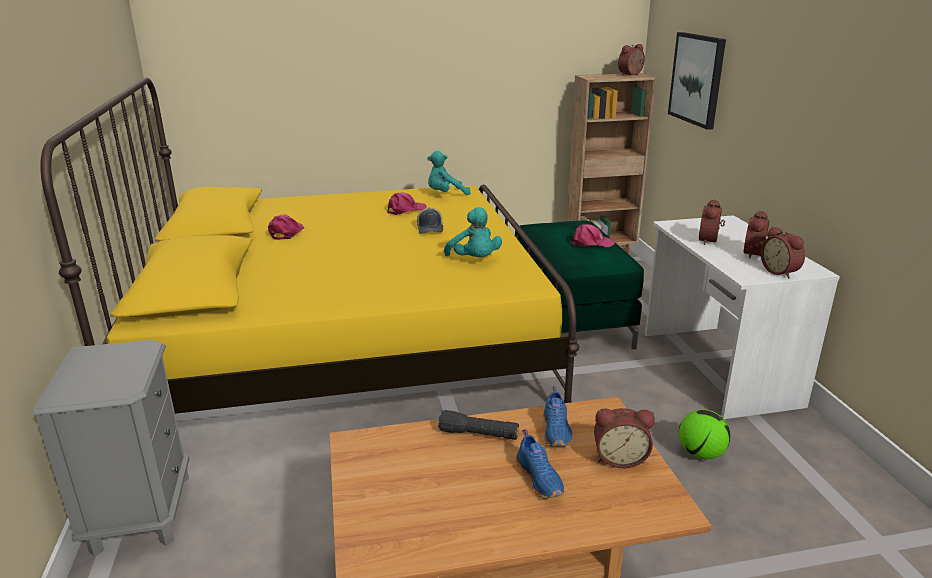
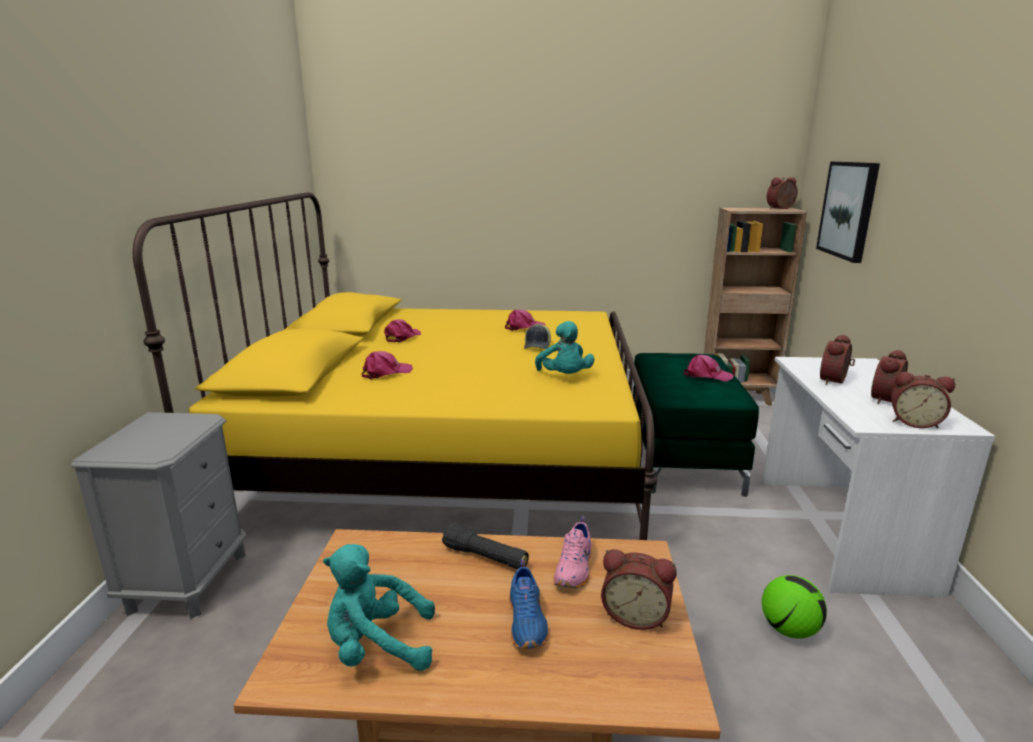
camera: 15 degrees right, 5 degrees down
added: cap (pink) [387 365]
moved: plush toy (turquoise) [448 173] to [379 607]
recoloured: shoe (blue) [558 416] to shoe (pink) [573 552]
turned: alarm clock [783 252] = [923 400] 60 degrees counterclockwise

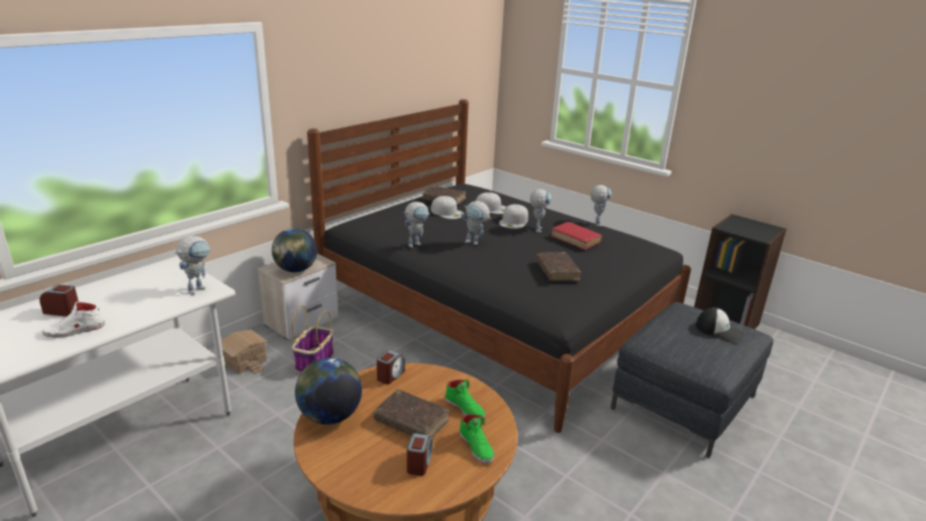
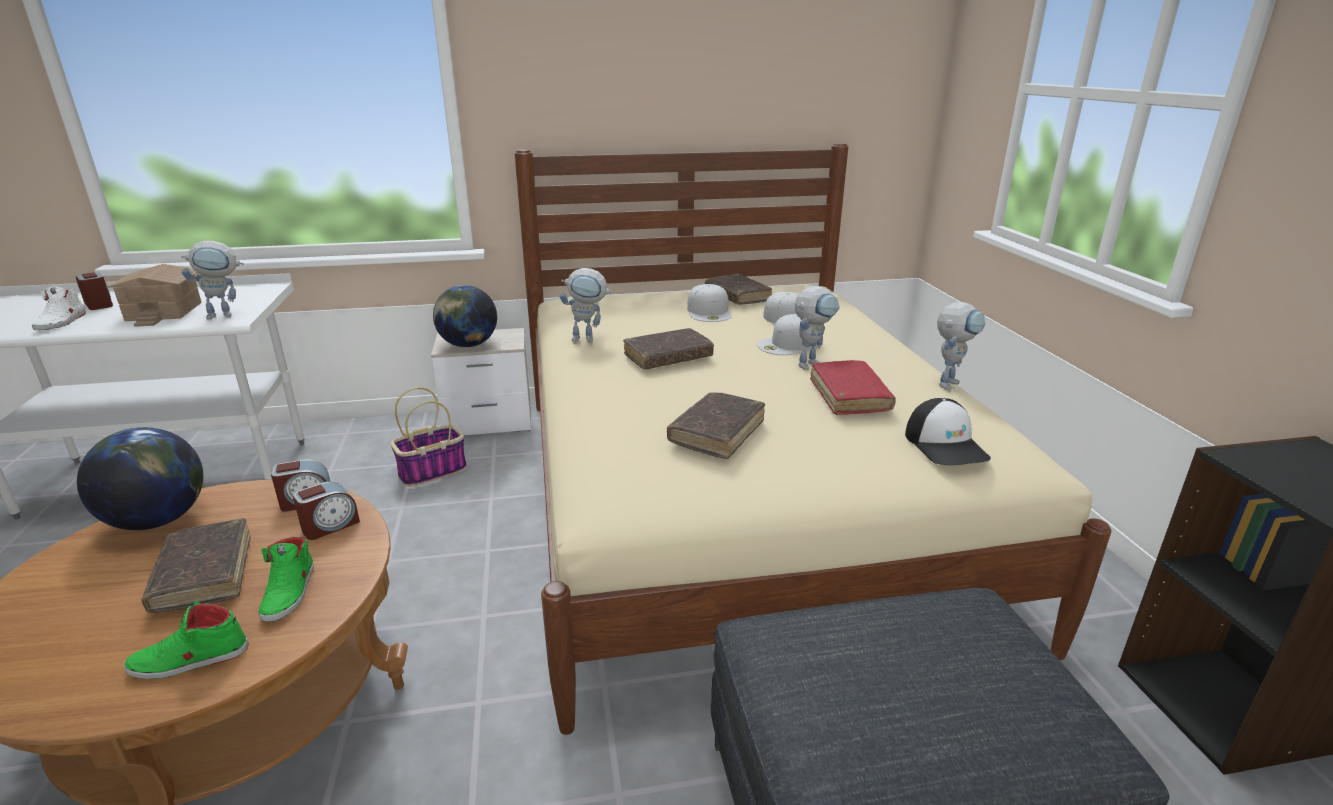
camera: 40 degrees right, 0 degrees up
moved: toy house [244 351] to [154 295]; alarm clock [420 454] to [326 511]; cap [720 325] to [948 431]
replaced: toy robot [476 223] to book (brown) [668 348]
recoloured: bed (black) [499 266] to bed (beige) [813 439]
turned: shoe (white) [73 319] = [59 308] 105 degrees counterclockwise; shoe (green) [476 438] = [186 640] 60 degrees clockwise

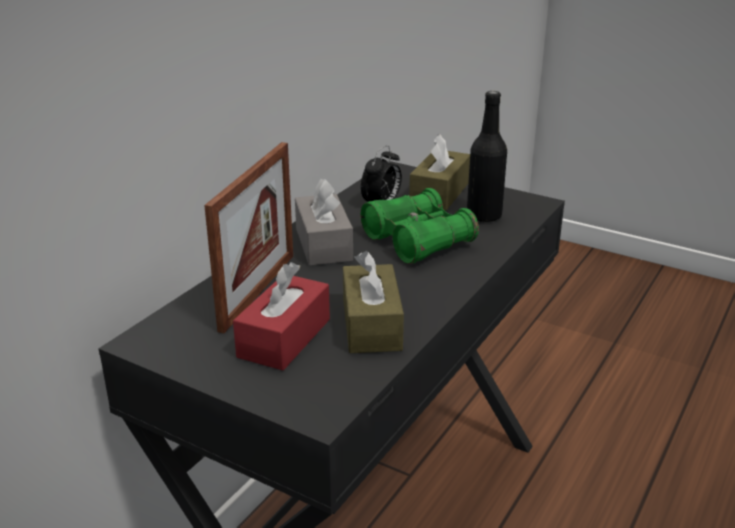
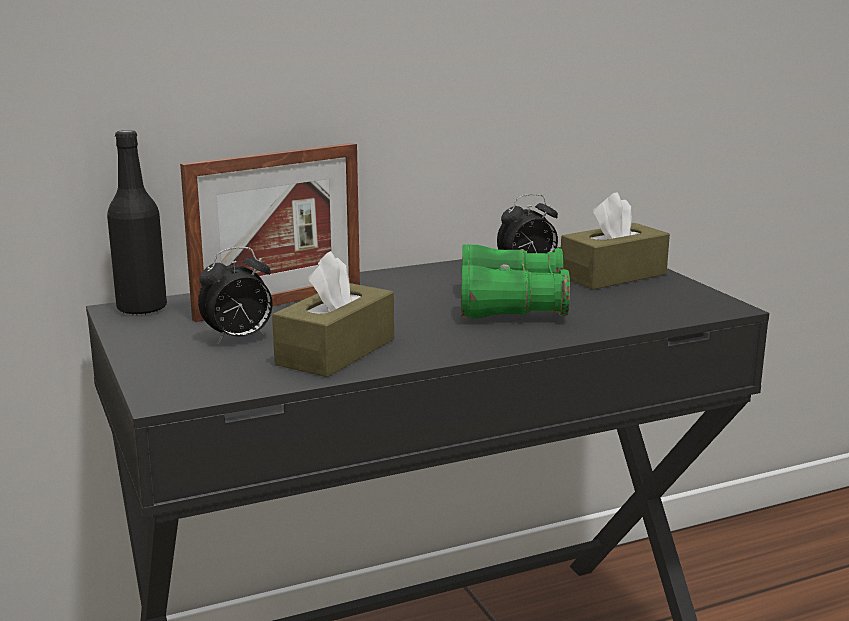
camera: 35 degrees right, 10 degrees down
removed: tissue box (grey) [324 222]
moved: bottle (black) [487 157] to [137 223]
replaced: tissue box (red) [281 316] to alarm clock [235 295]

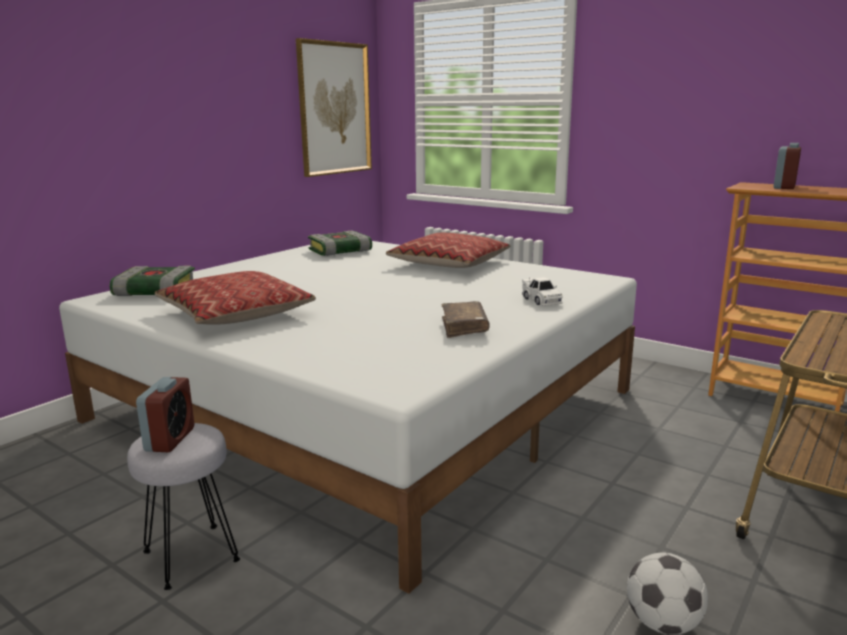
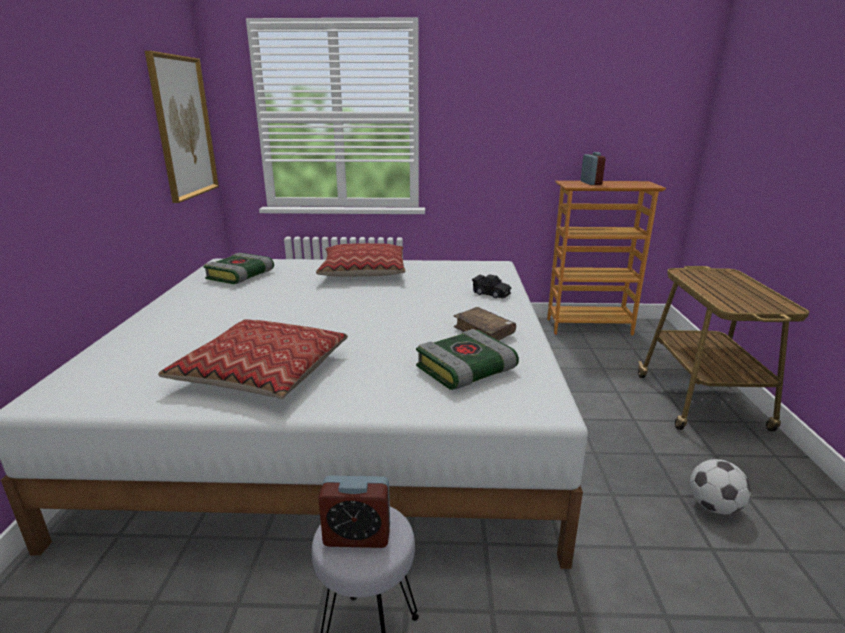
camera: 35 degrees left, 5 degrees up
moved: book [152 281] to [467 359]
recoloured: toy car (white) [542 291] to toy car (black) [491 286]
turned: alarm clock [165 414] = [354 511] 120 degrees clockwise

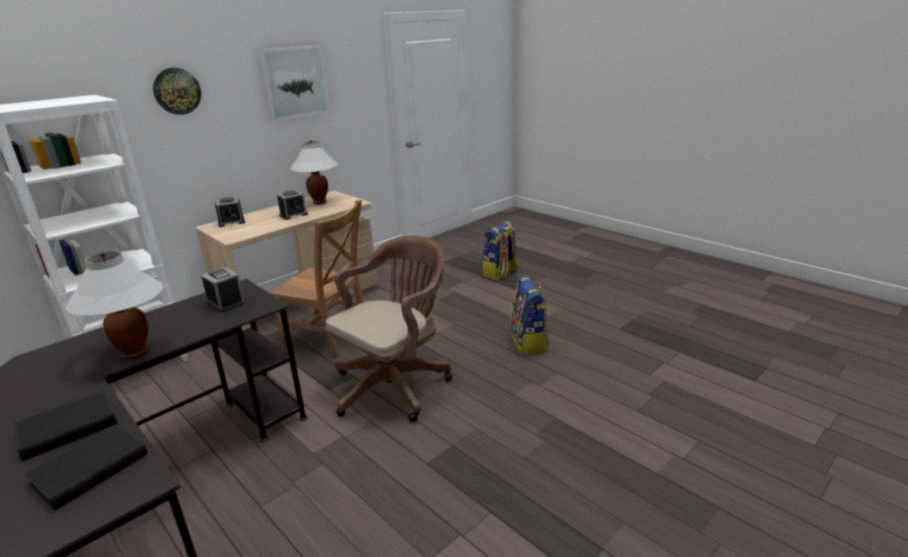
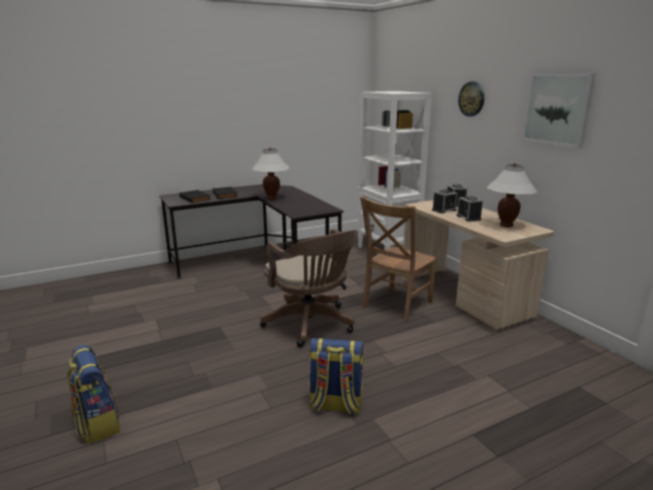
camera: 105 degrees right, 5 degrees down
moved: alarm clock [223 289] to [444 201]; backpack [500 250] to [93 394]

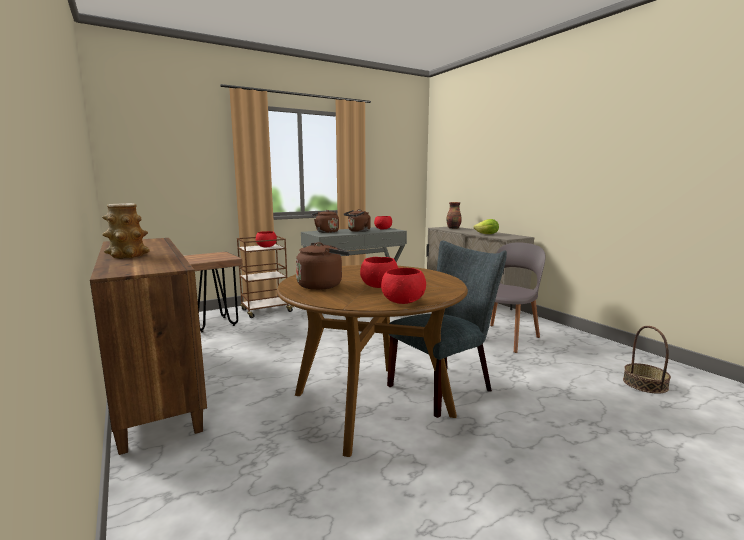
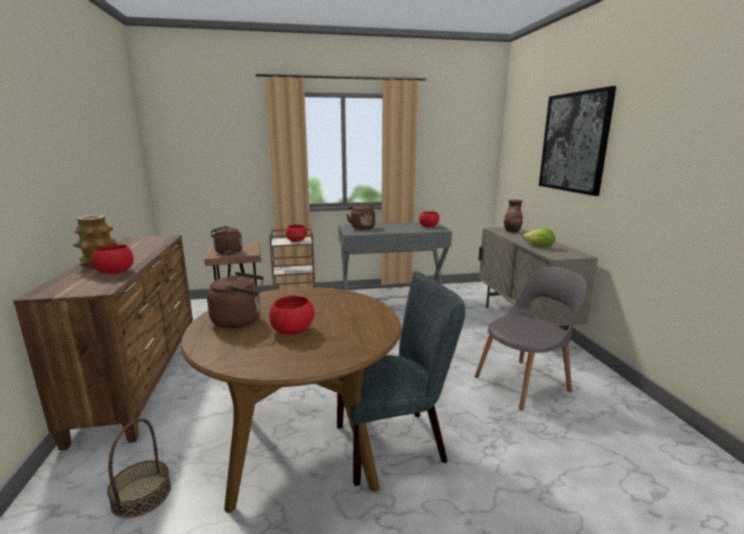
camera: 20 degrees right, 5 degrees up
added: picture [577 141]
moved: kettle (brown) [357 220] to [226 240]; bowl (red) [403 286] to [113 259]; basket [647 360] to [139 468]

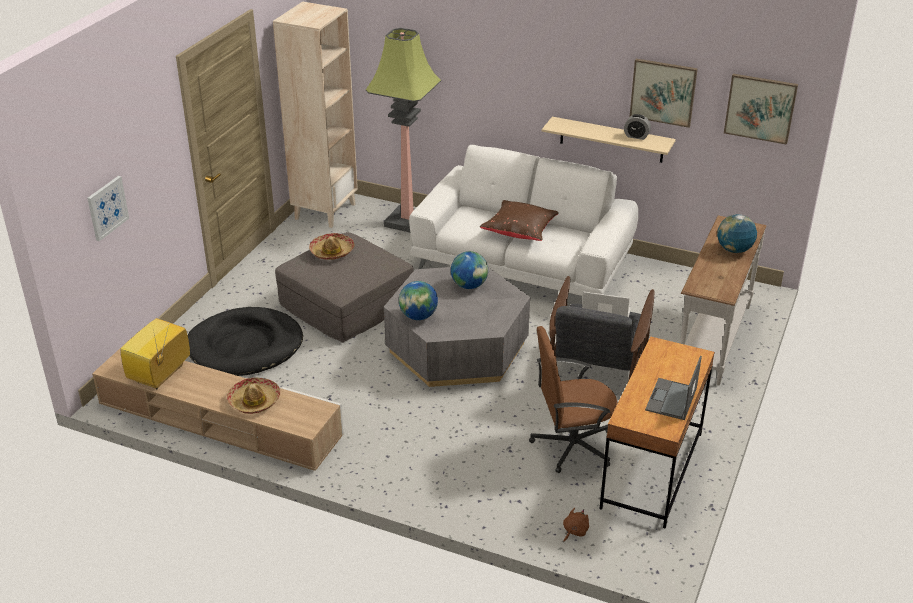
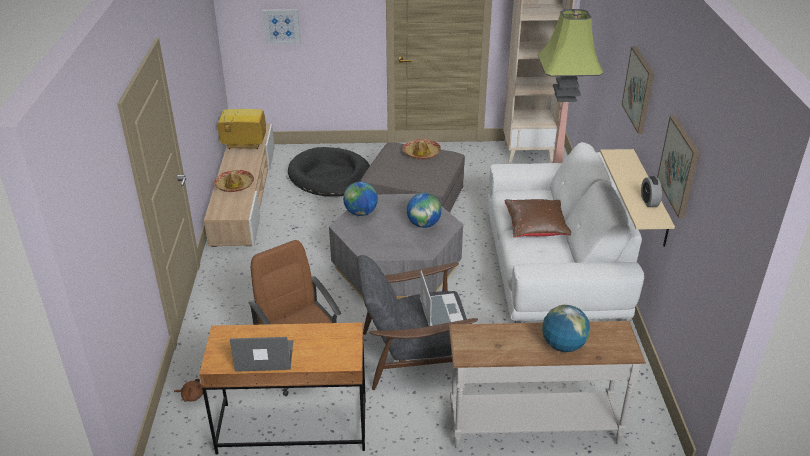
camera: 65 degrees right, 0 degrees up
moved: picture [761 109] to [638 90]

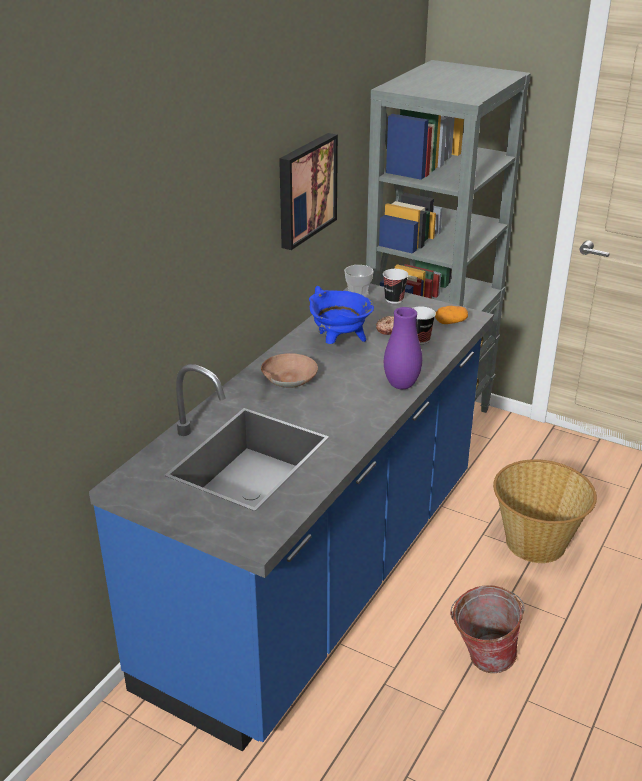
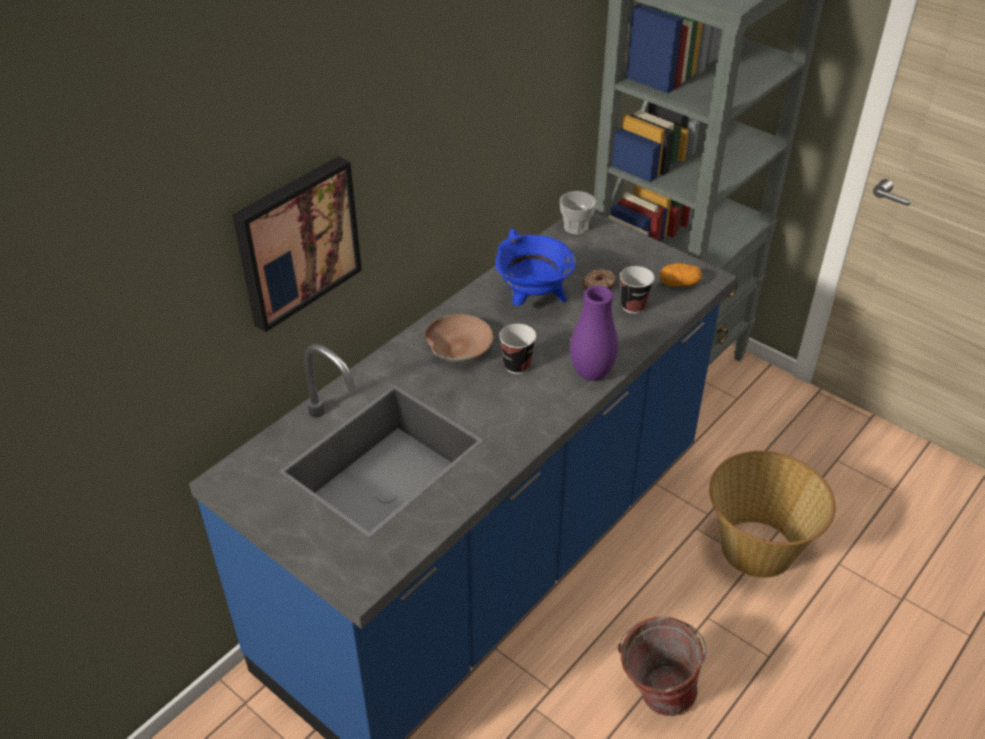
camera: 10 degrees right, 10 degrees up
moved: picture [308 191] to [297 244]; cup [395 286] to [517 349]

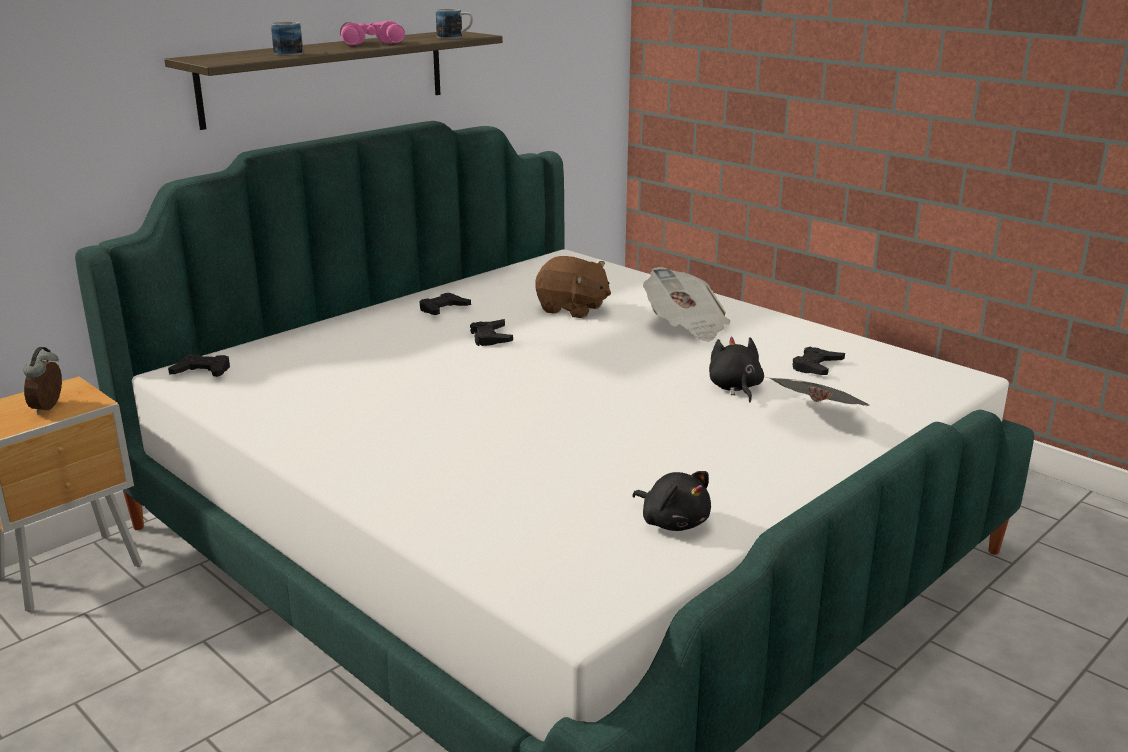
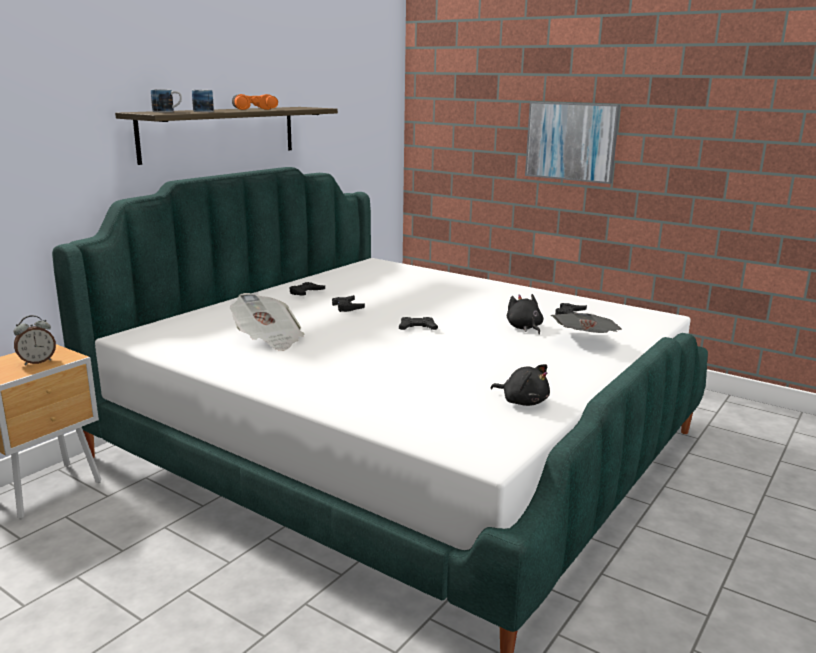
camera: 10 degrees left, 5 degrees down
removed: plush toy (brown) [573 287]
added: picture [572 143]
moved: game controller (black) [199 365] to [418 323]; mug [454 24] to [166 100]; newspaper [687 304] to [267 322]
recoloured: binoculars (pink) [372 33] to binoculars (orange) [255 102]
turned: alarm clock [42 380] = [35 340] 120 degrees counterclockwise

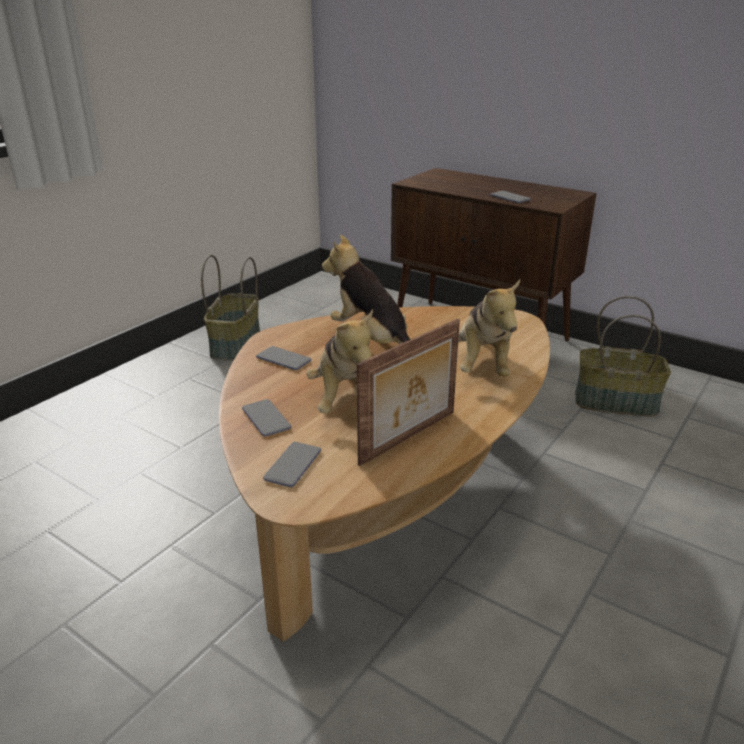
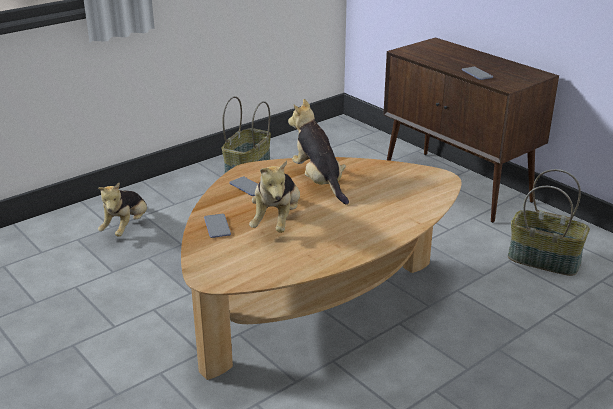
camera: 15 degrees right, 0 degrees up
removed: phone [292 464]; picture frame [408 392]
moved: plush toy [489 328] to [122 210]

